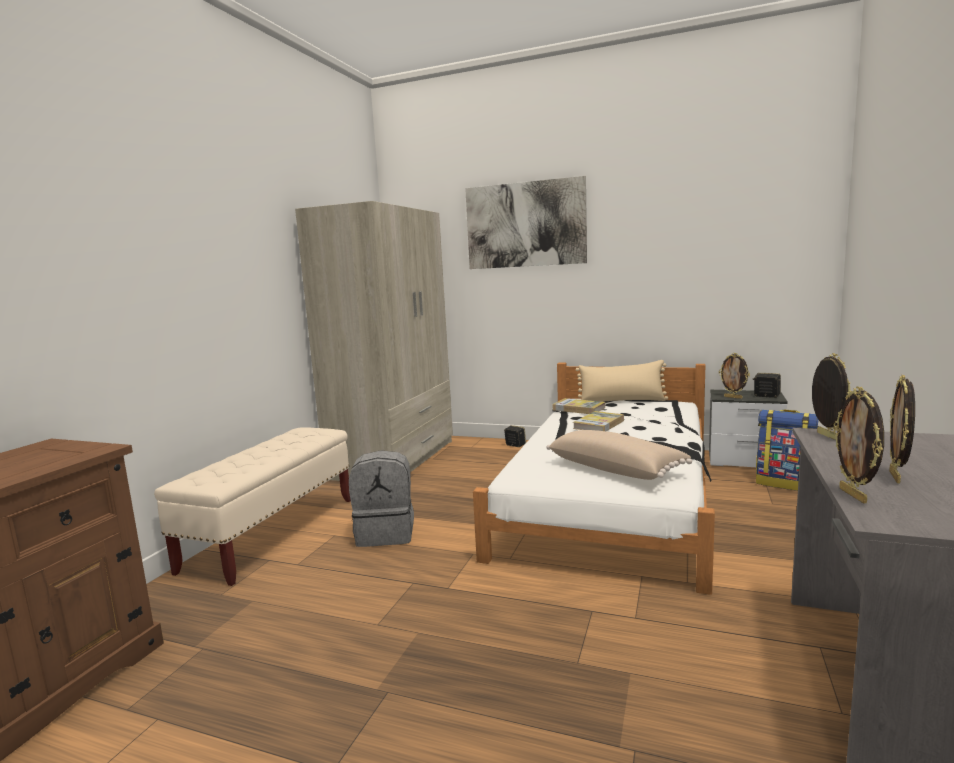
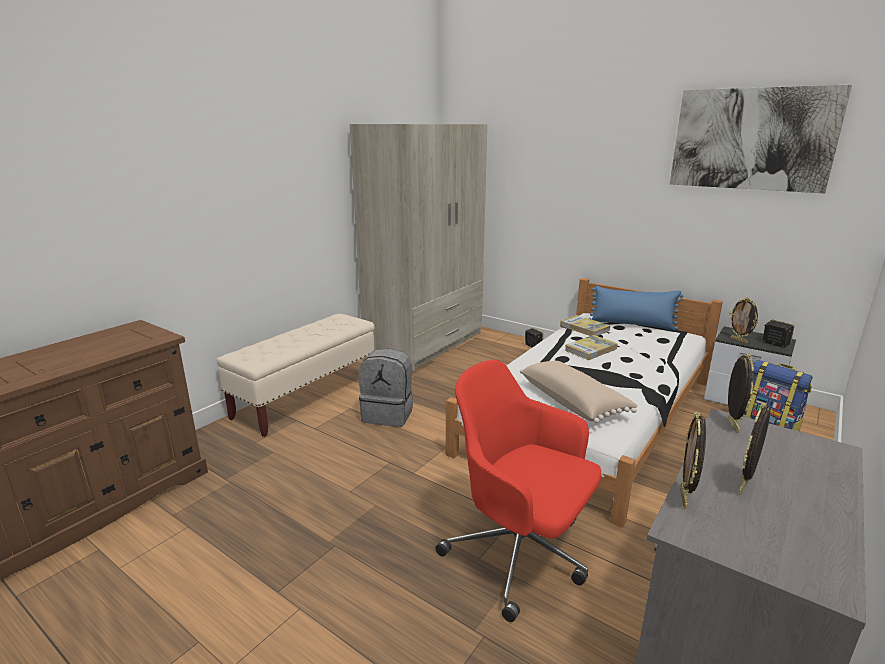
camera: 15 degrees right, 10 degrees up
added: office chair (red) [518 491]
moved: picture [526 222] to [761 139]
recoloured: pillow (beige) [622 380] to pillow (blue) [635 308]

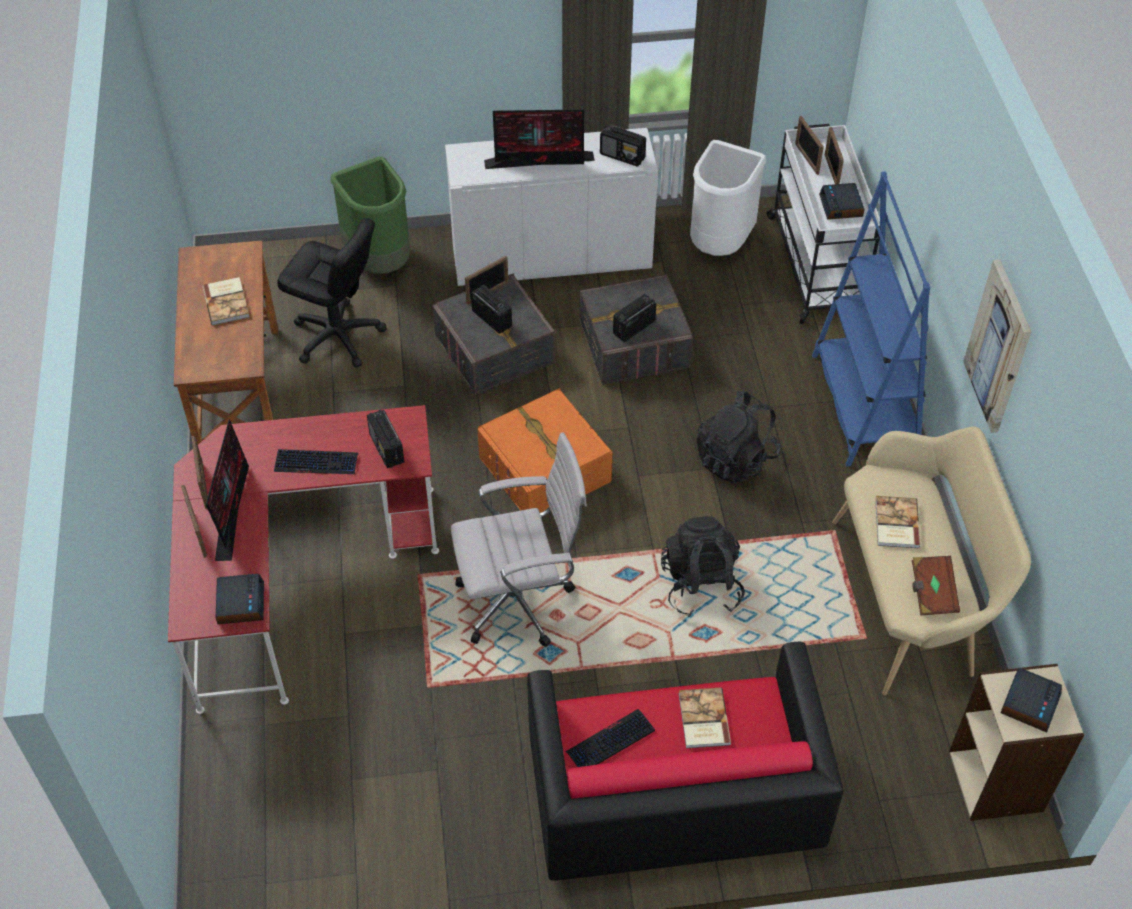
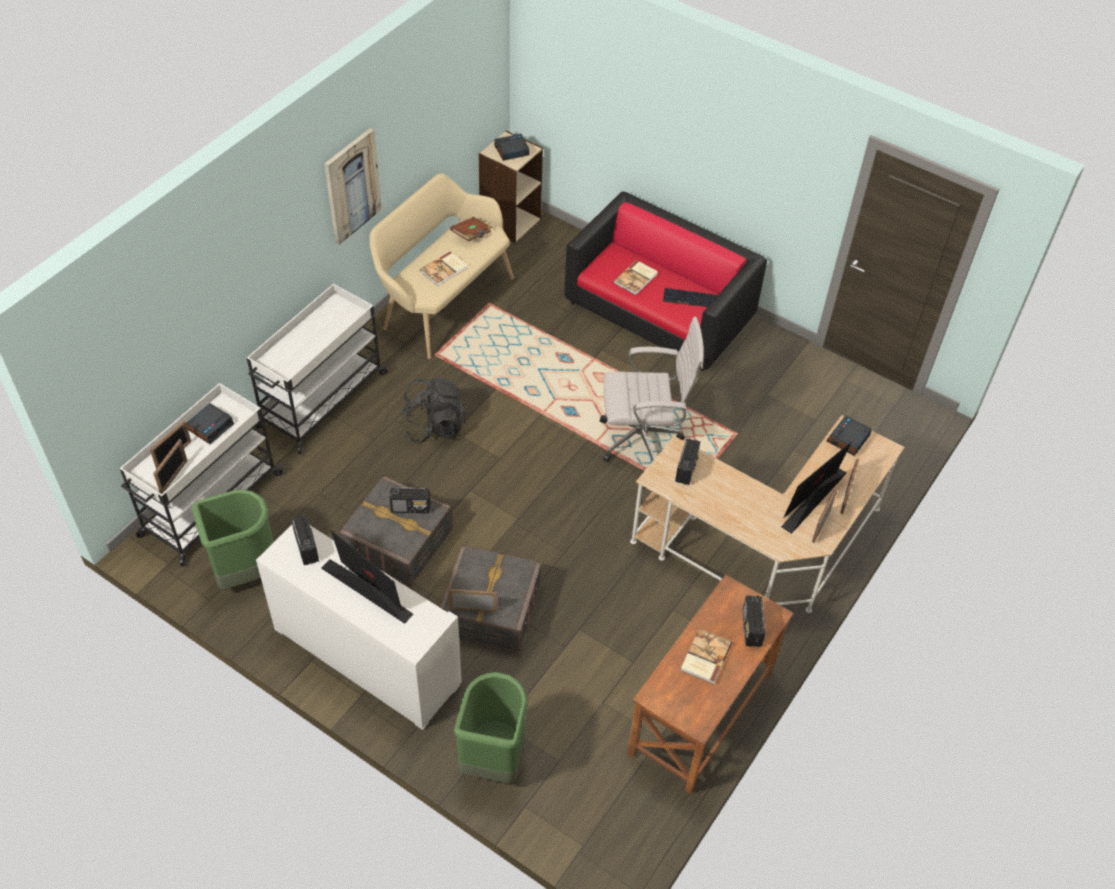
camera: 140 degrees left, 0 degrees up
removed: keyboard [316 461]; office chair (black) [332 293]; storage box (orange) [545 450]; backpack (black) [703 566]
moved: radio [491 309] to [754 621]
replaced: bookcase (blue) [871 318] to cart (white) [318 369]
recoloured: desk (red) [303 559] to desk (beige) [767 514]; trash can (white) [728 198] to trash can (green) [233 539]
turned: office chair (white) [519 540] = [652 389] 150 degrees clockwise

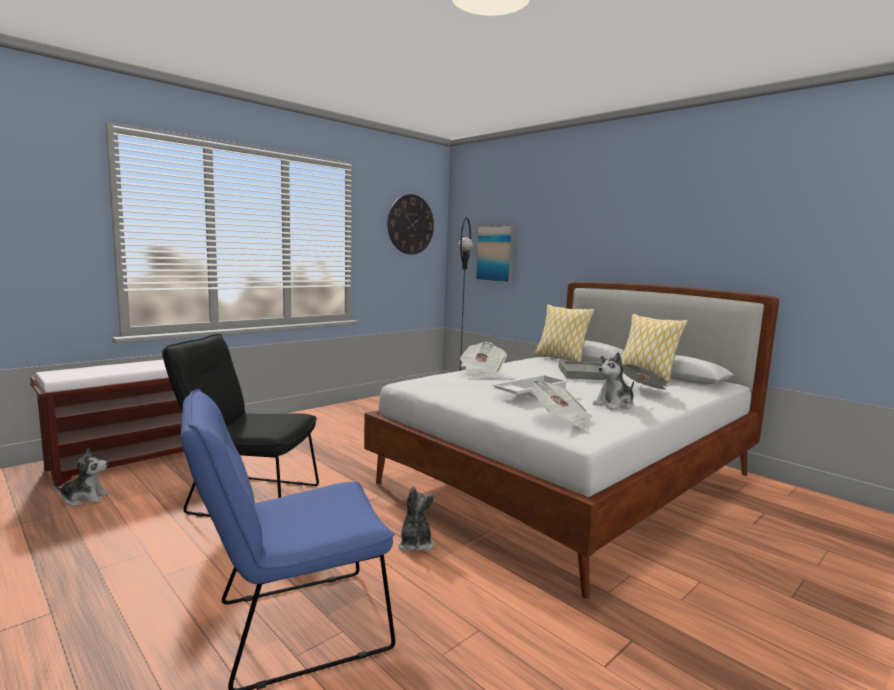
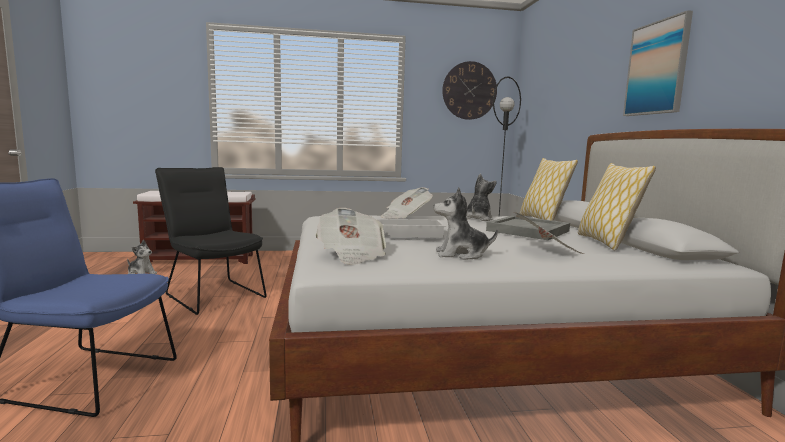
camera: 35 degrees right, 0 degrees up
moved: plush toy [416 519] to [481 197]; picture [495 254] to [658 63]

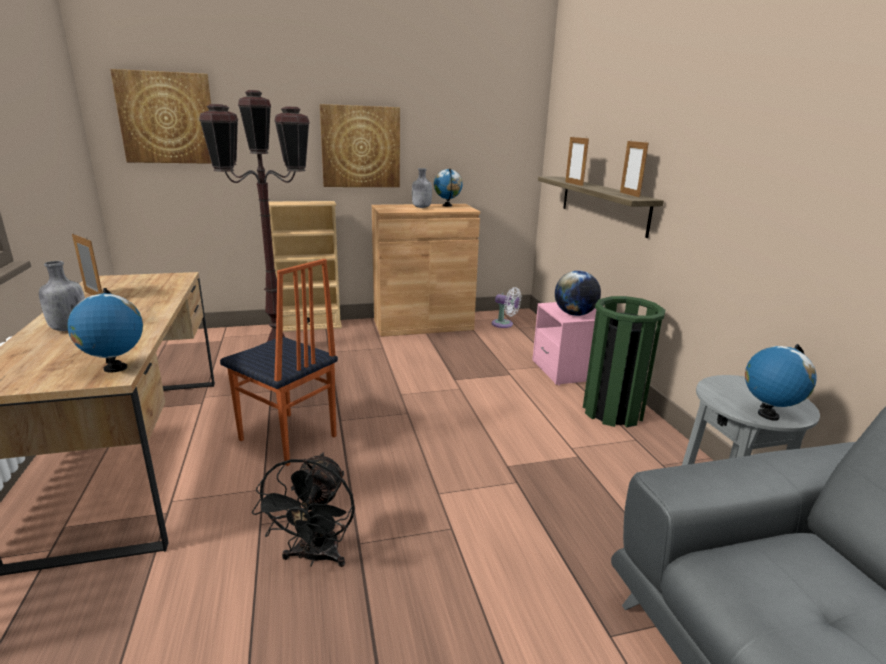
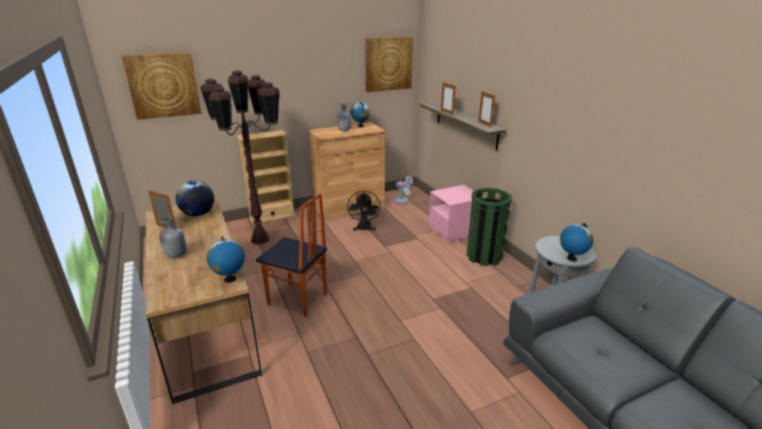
camera: 10 degrees left, 5 degrees up
moved: fan (black) [303 509] to [364 211]; picture [360 145] to [389 64]; globe [578 293] to [195 198]

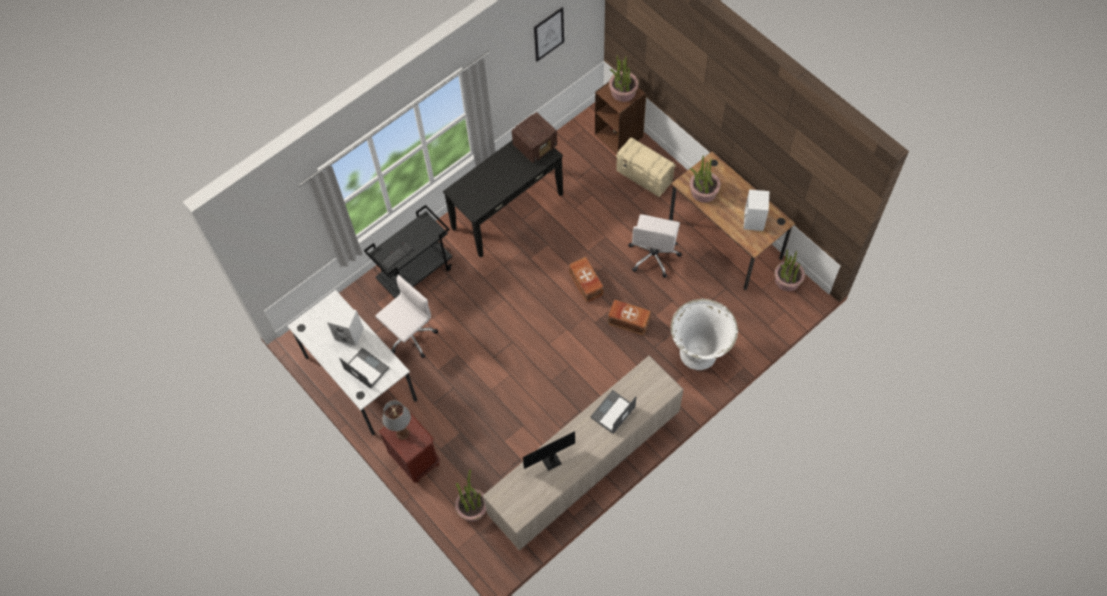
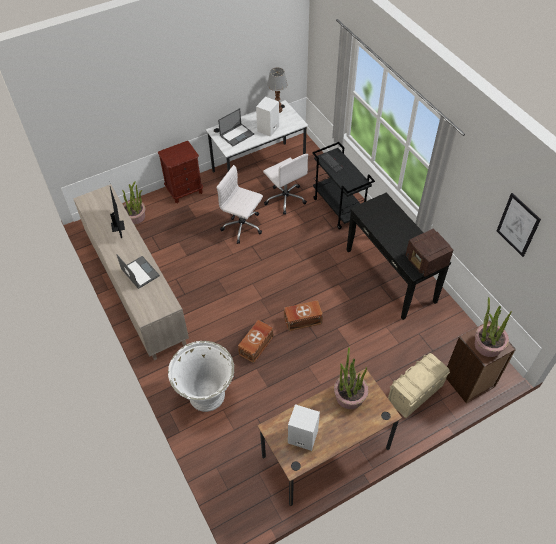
camera: 100 degrees right, 10 degrees down
removed: potted plant [789 270]
moved: table lamp [396 420] to [277 90]; office chair (white) [655 246] to [239 204]

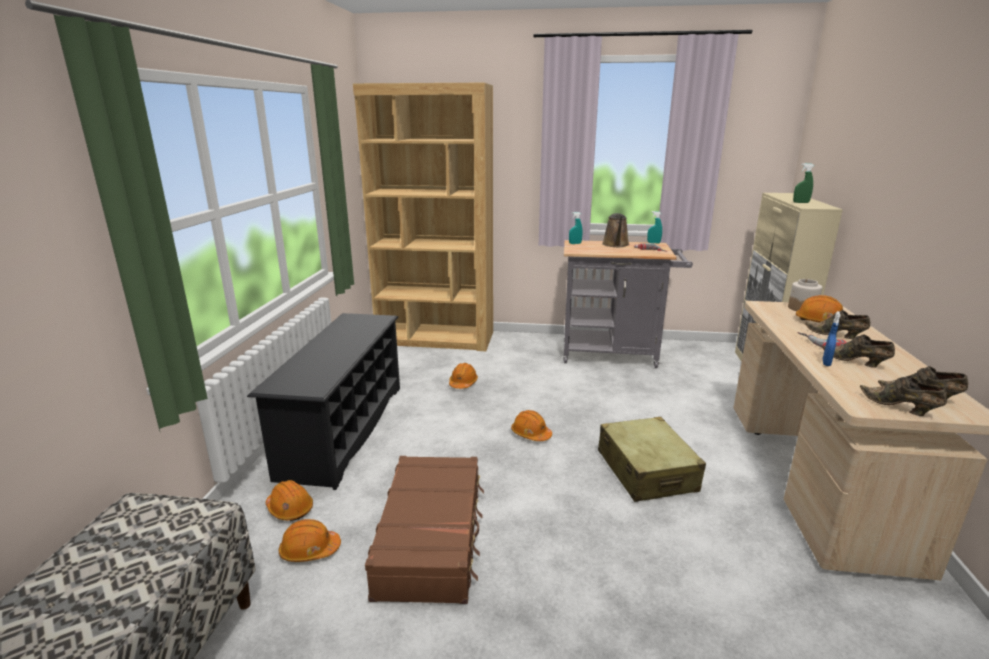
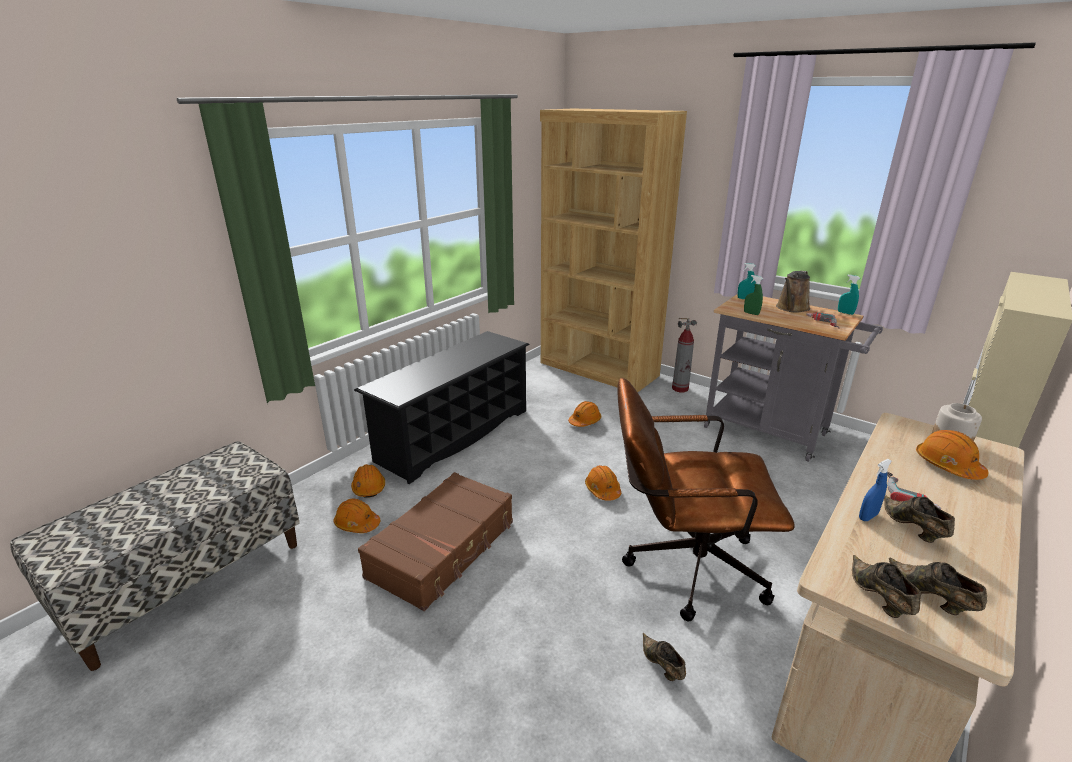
camera: 30 degrees right, 5 degrees up
added: fire extinguisher [684 355]
moved: spray bottle (green) [803 183] to [753 295]; shoe (brown) [837 324] to [664 657]
replaced: suitcase (beige) [652 459] to office chair (brown) [706 499]

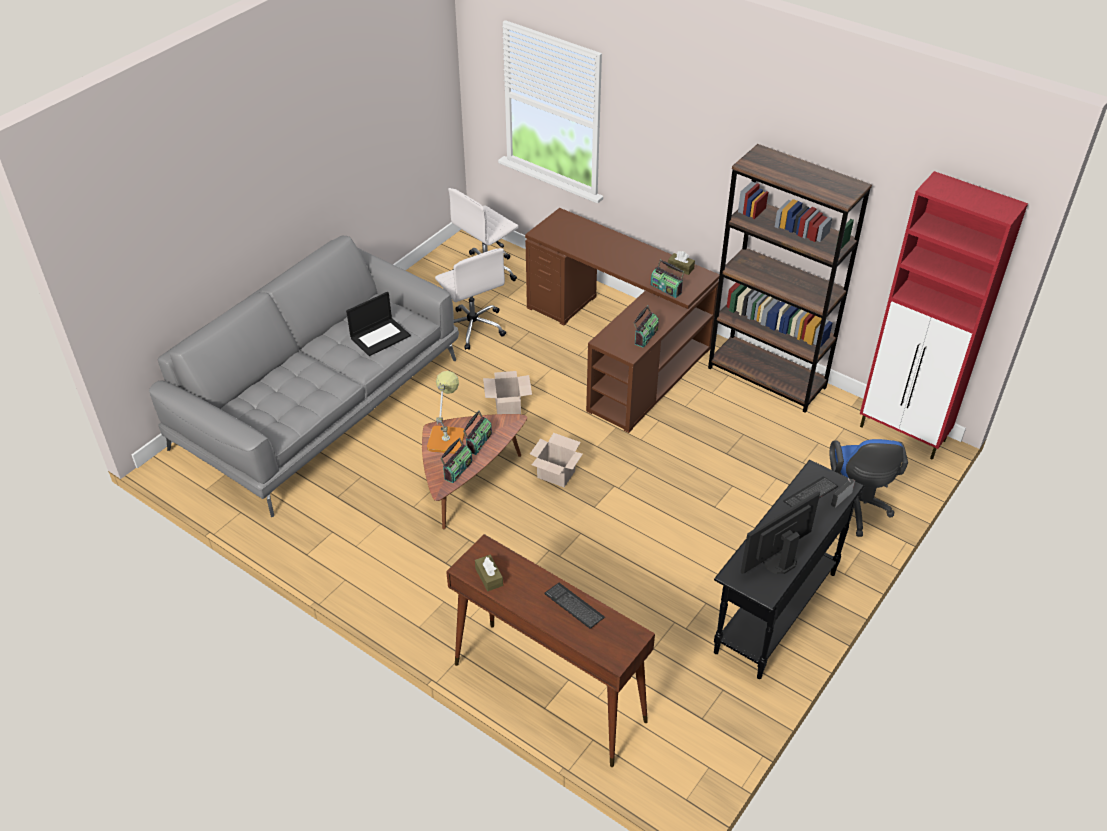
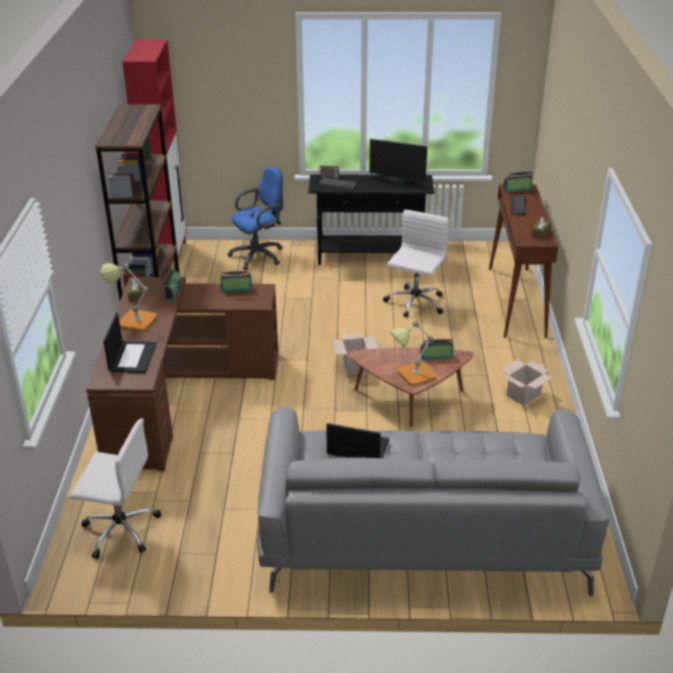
camera: 125 degrees left, 10 degrees down
added: table lamp [129 297]; laptop [130 343]
moved: office chair (white) [470 299] to [416 264]; radio [477 432] to [518 182]; cardboard box [507 392] to [527 382]

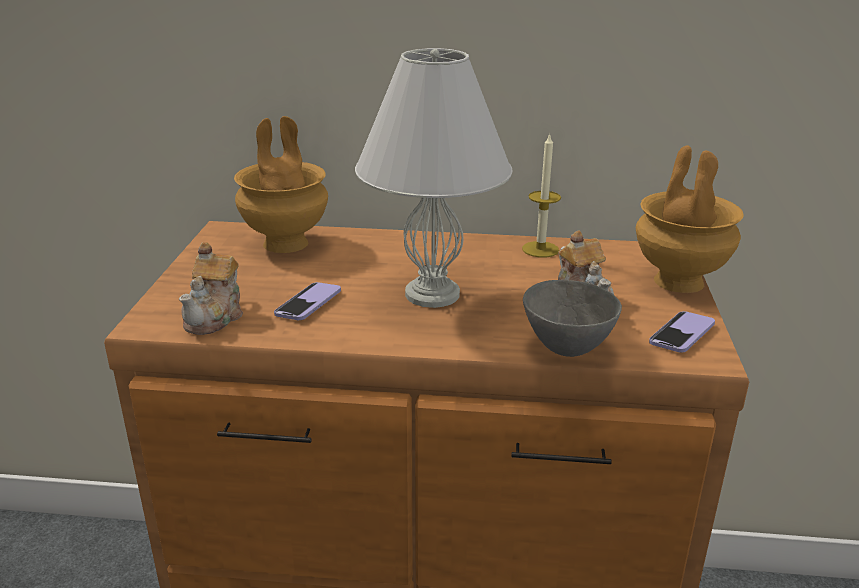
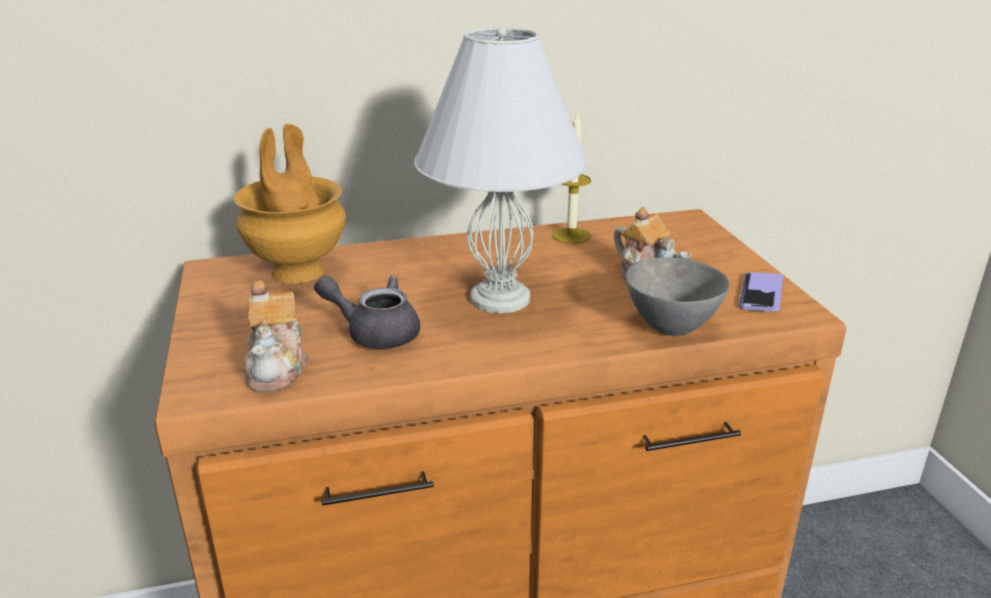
camera: 20 degrees left, 0 degrees up
removed: vase (brown) [690 219]
replaced: phone [307 301] to teapot (grey) [367 312]

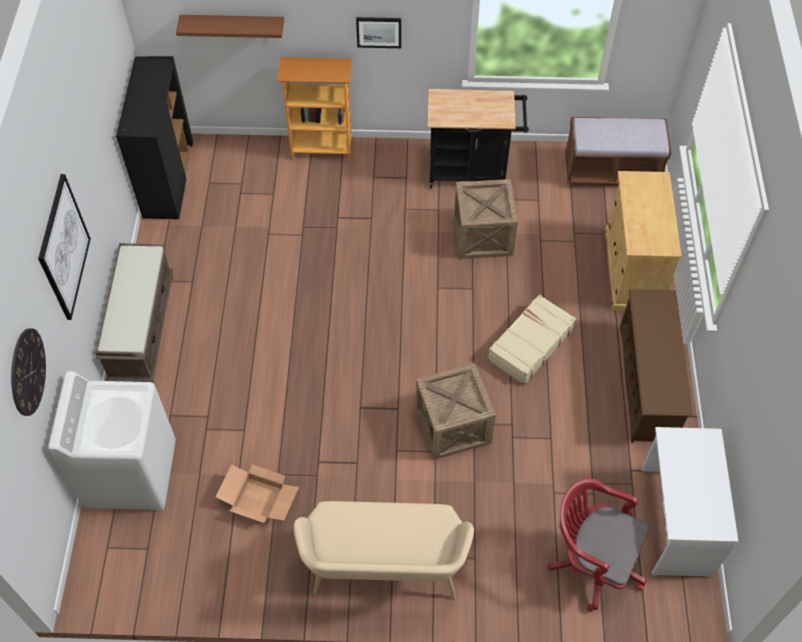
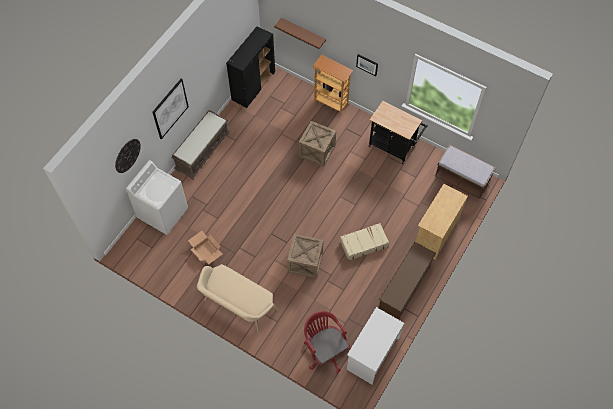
camera: 30 degrees right, 5 degrees up
moved: crate [486 219] to [317 144]

